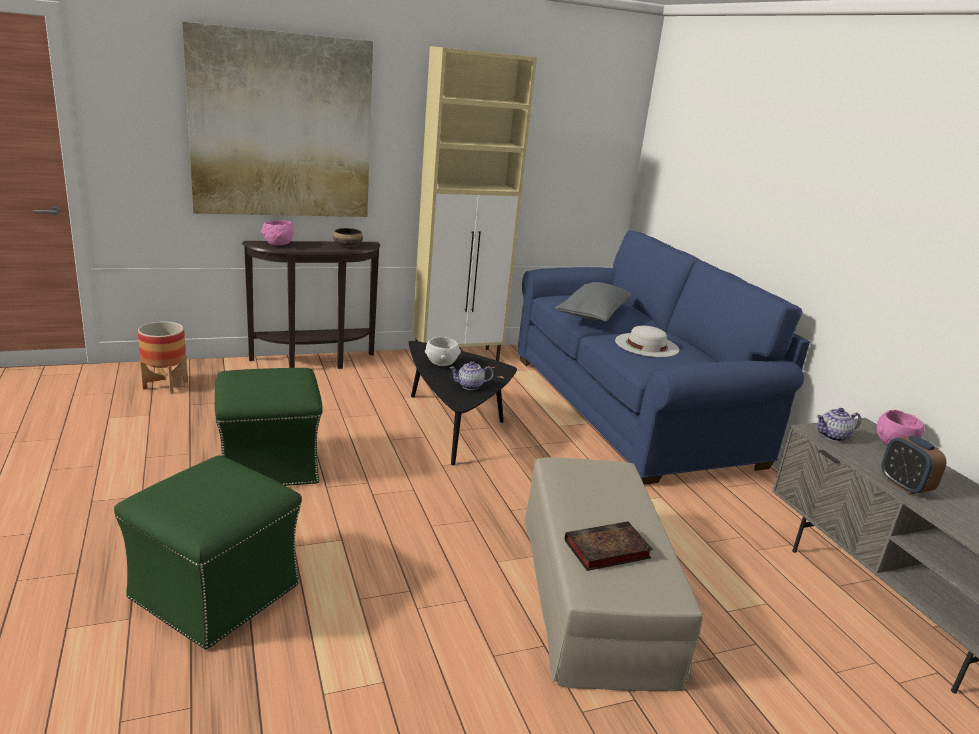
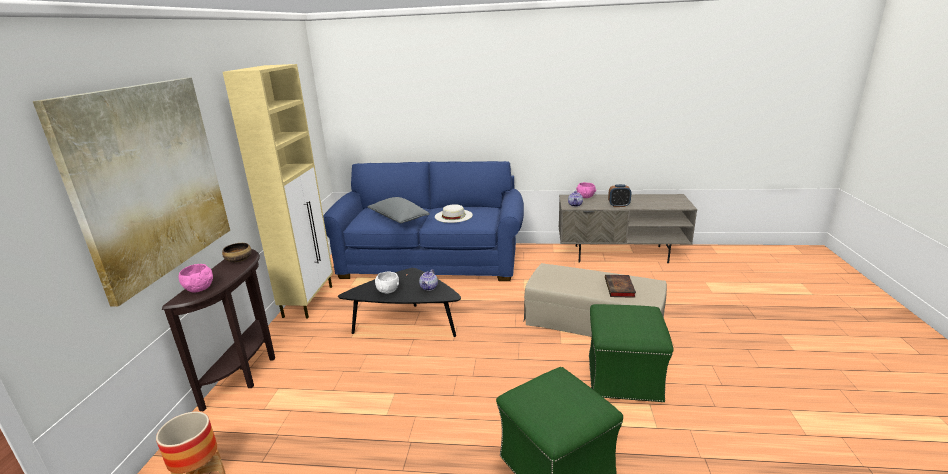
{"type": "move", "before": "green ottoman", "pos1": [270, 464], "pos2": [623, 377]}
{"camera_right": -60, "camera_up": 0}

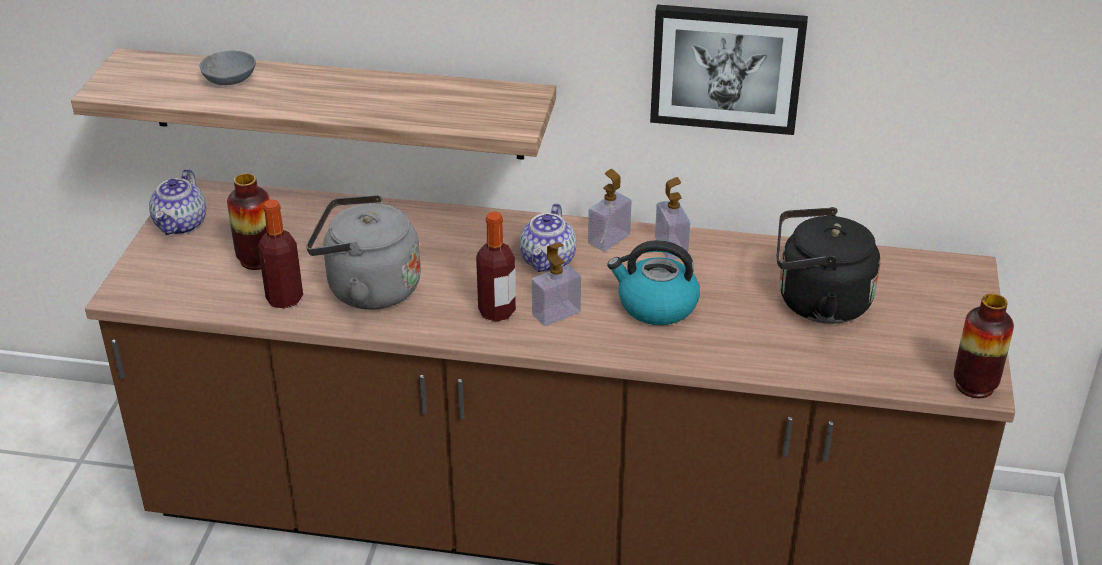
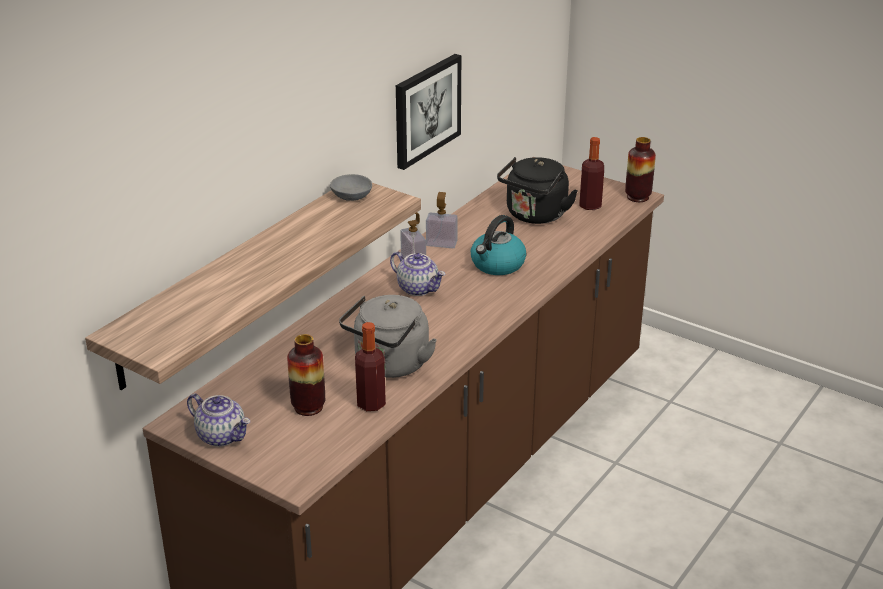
{"type": "move", "before": "grey bowl", "pos1": [230, 80], "pos2": [353, 196]}
{"type": "move", "before": "bottle", "pos1": [497, 311], "pos2": [590, 205]}
{"type": "delete", "before": "soap dispenser", "pos1": [556, 313]}
{"camera_right": -65, "camera_up": -5}

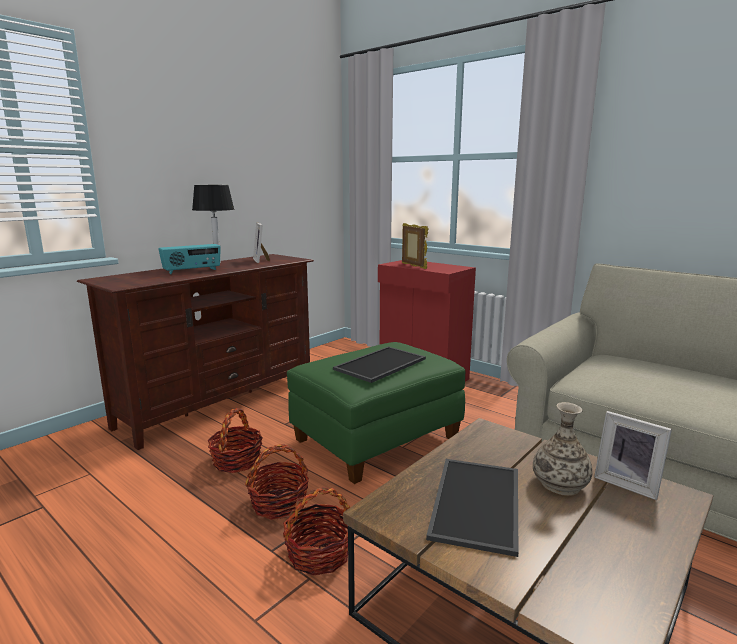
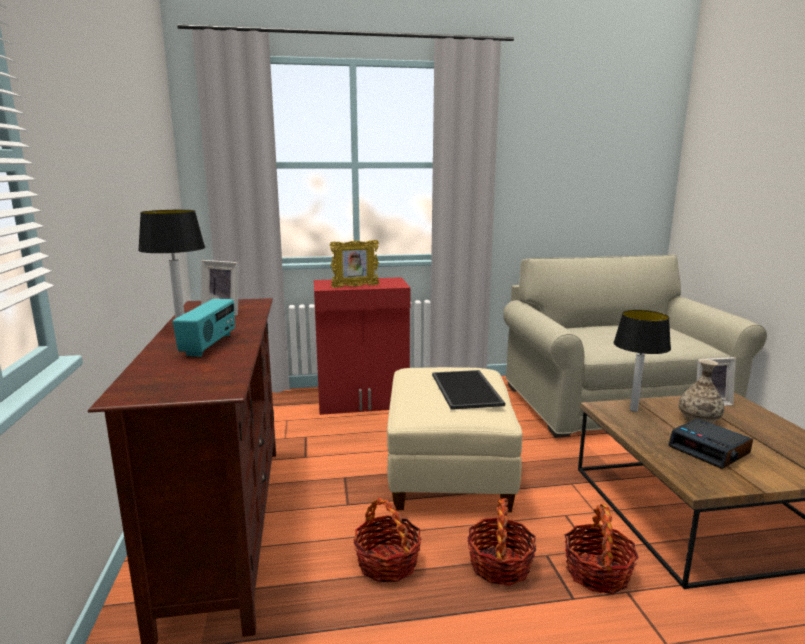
{"type": "rotate", "before": "picture frame", "pos1": [413, 266], "pos2": [355, 286], "turn": 150}
{"type": "recolor", "before": "green ottoman", "after": "beige ottoman", "pos1": [377, 441], "pos2": [449, 472]}
{"type": "replace", "before": "tray", "after": "alarm clock", "pos1": [478, 504], "pos2": [709, 450]}
{"type": "insert", "after": "table lamp", "pos2": [633, 409]}
{"camera_right": -50, "camera_up": 0}

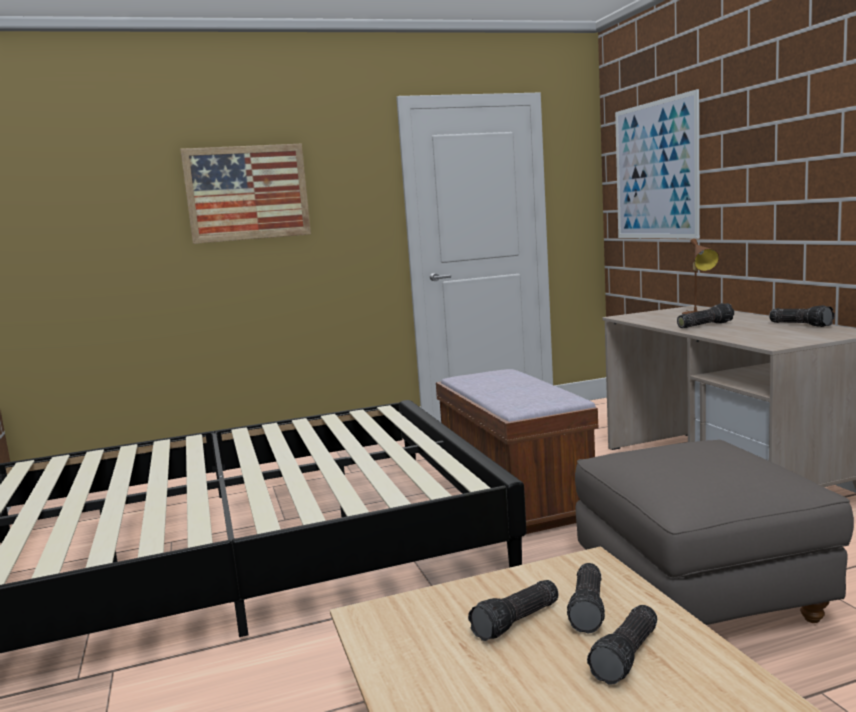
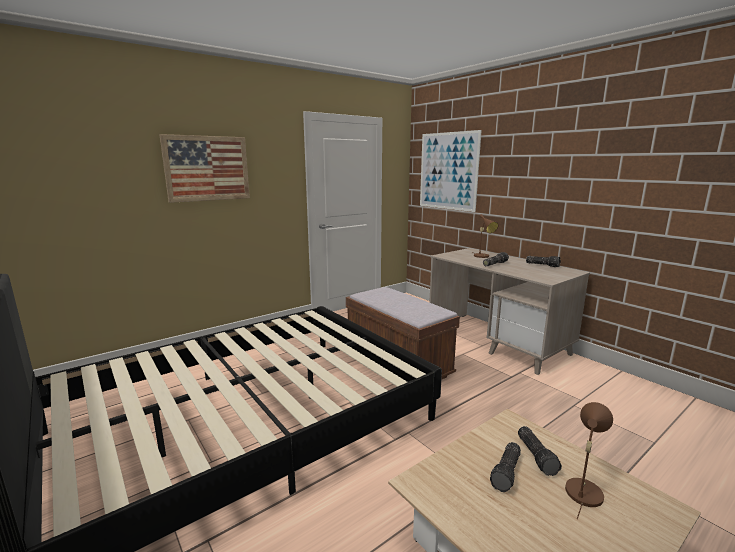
{"type": "delete", "before": "grey ottoman", "pos1": [700, 595]}
{"type": "replace", "before": "flashlight", "after": "brown table lamp", "pos1": [628, 656], "pos2": [583, 489]}
{"camera_right": -20, "camera_up": 5}

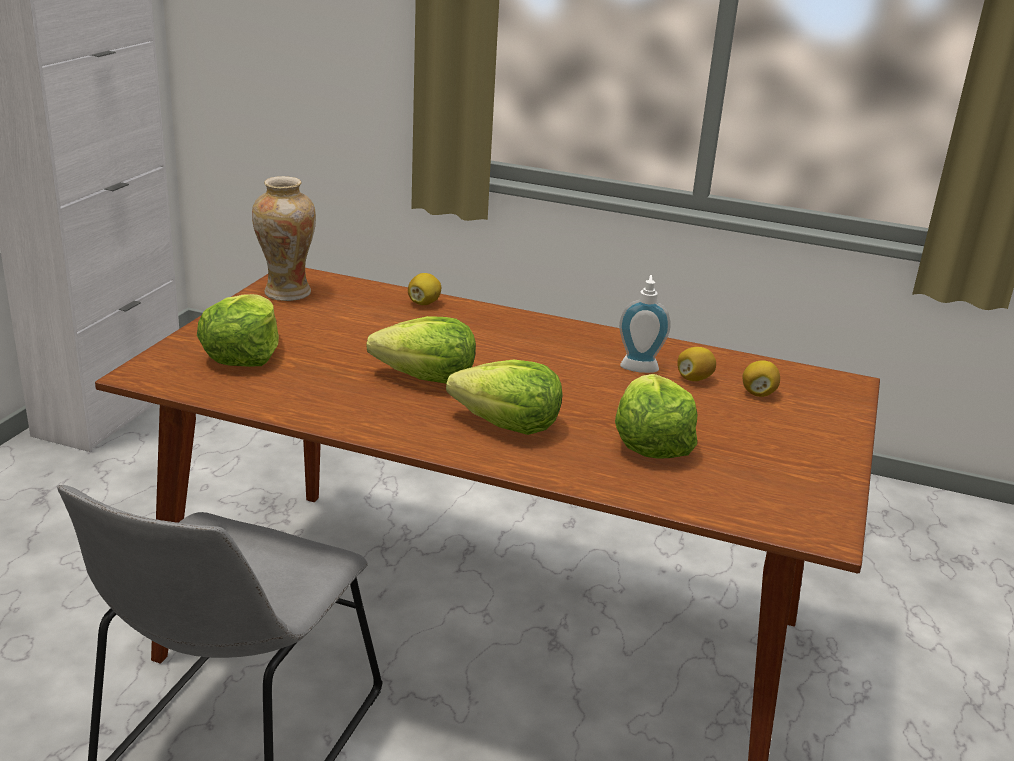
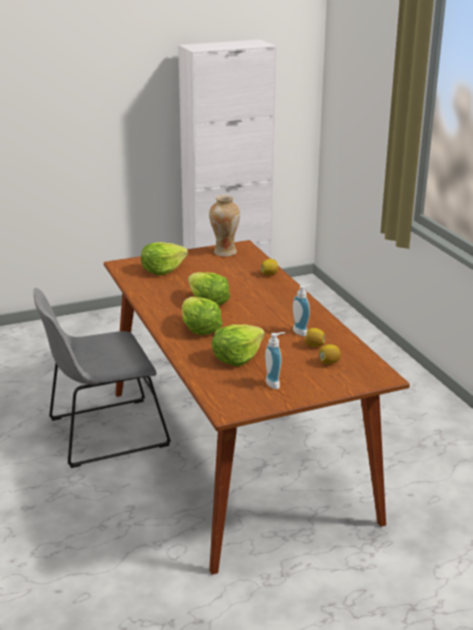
{"type": "insert", "after": "soap dispenser", "pos2": [275, 383]}
{"camera_right": 50, "camera_up": 0}

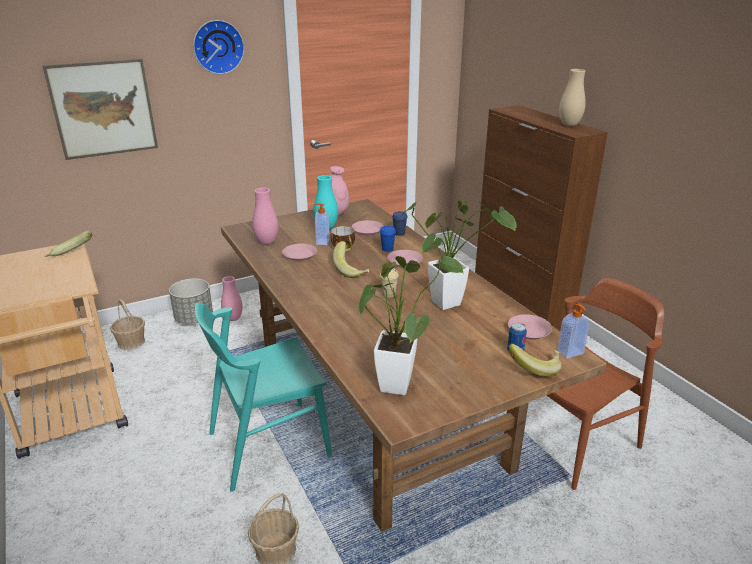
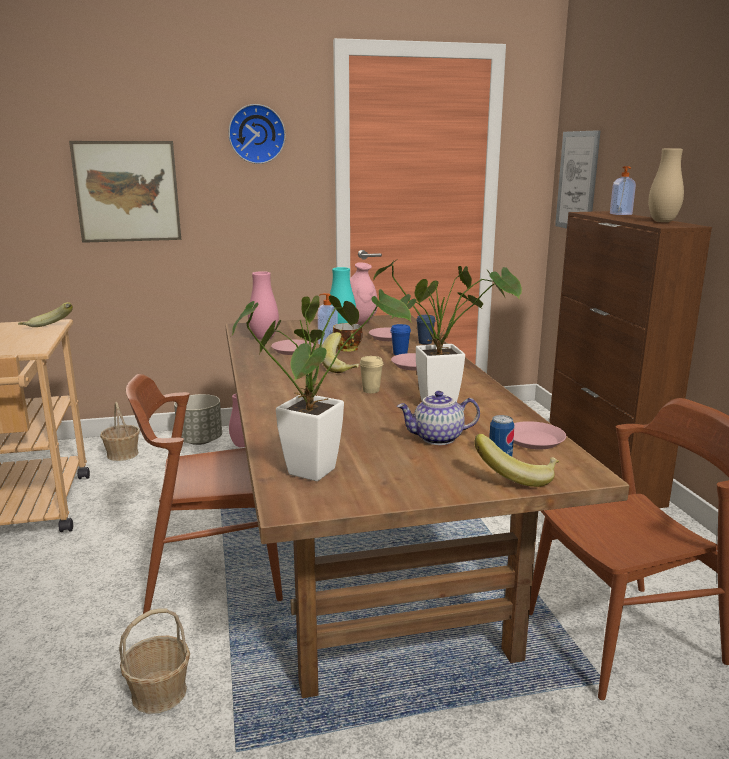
{"type": "recolor", "before": "turquoise chair", "after": "brown chair", "pos1": [268, 444], "pos2": [213, 575]}
{"type": "move", "before": "soap dispenser", "pos1": [571, 352], "pos2": [621, 214]}
{"type": "insert", "after": "picture", "pos2": [577, 181]}
{"type": "insert", "after": "teapot", "pos2": [437, 439]}
{"camera_right": 15, "camera_up": -10}

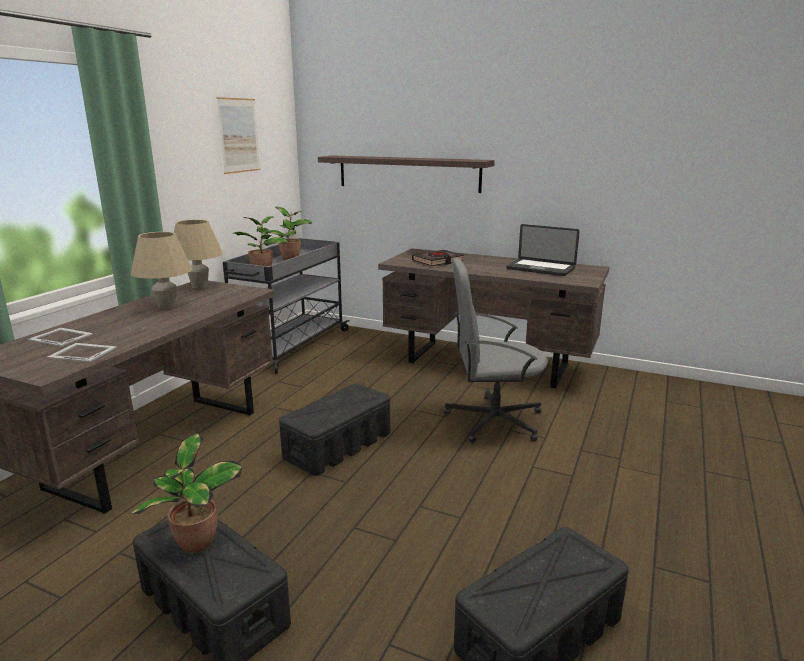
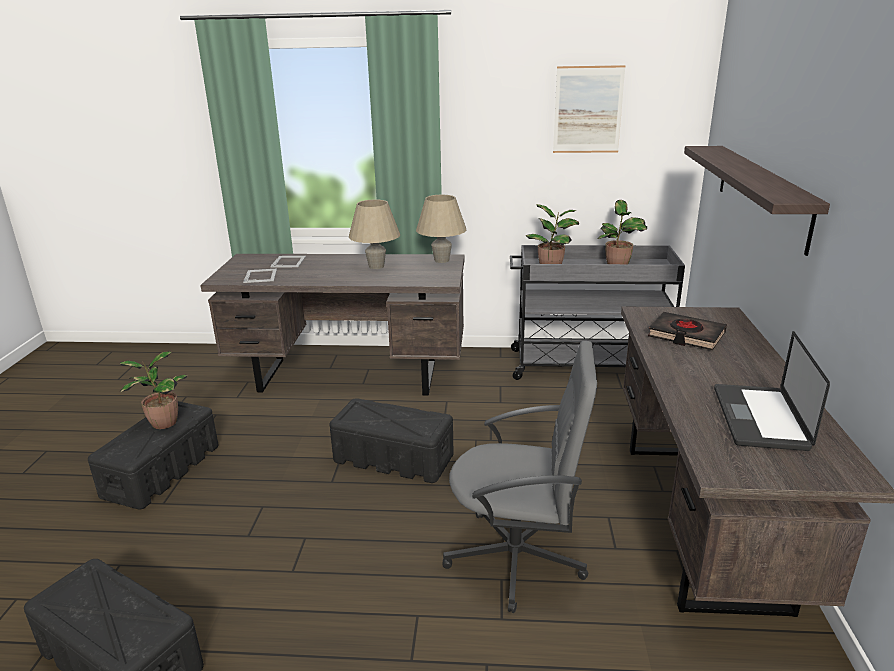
{"type": "rotate", "before": "grey office chair", "pos1": [492, 420], "pos2": [517, 557], "turn": 120}
{"camera_right": 70, "camera_up": 5}

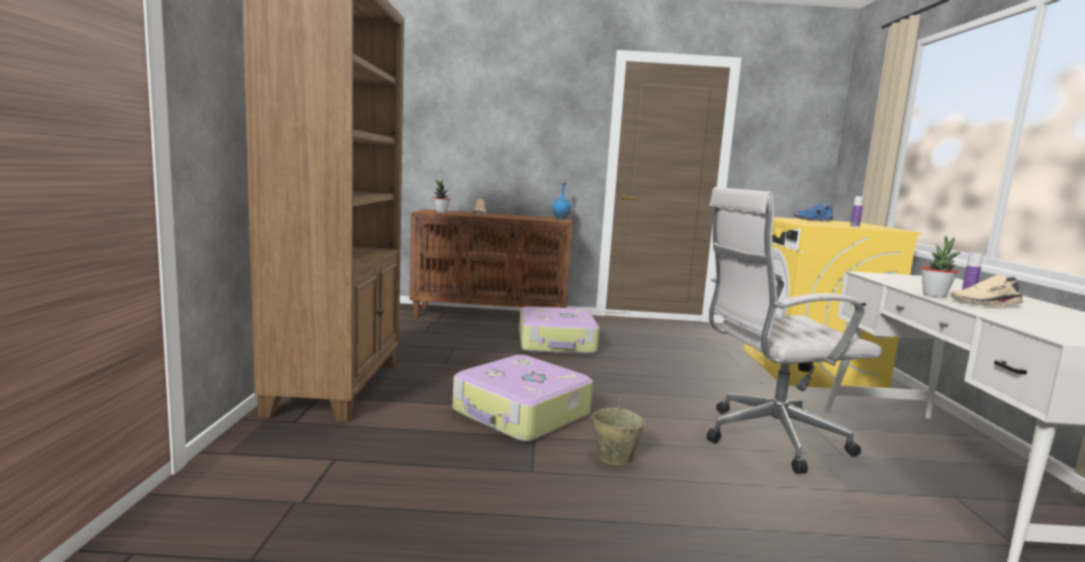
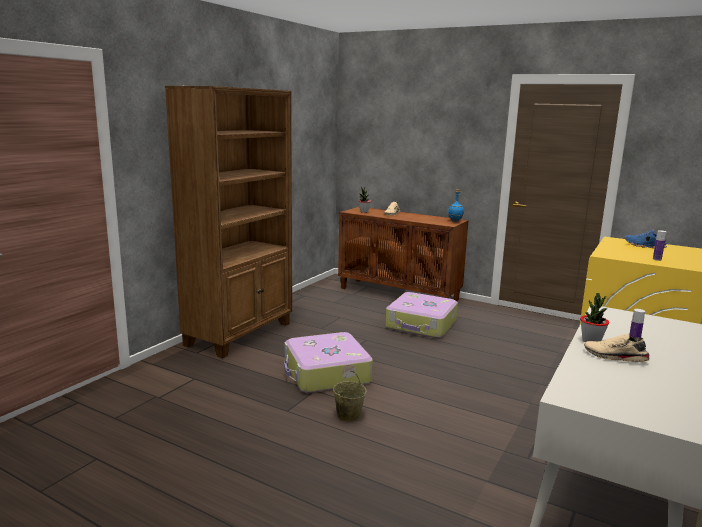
{"type": "delete", "before": "white office chair", "pos1": [767, 439]}
{"camera_right": 30, "camera_up": 5}

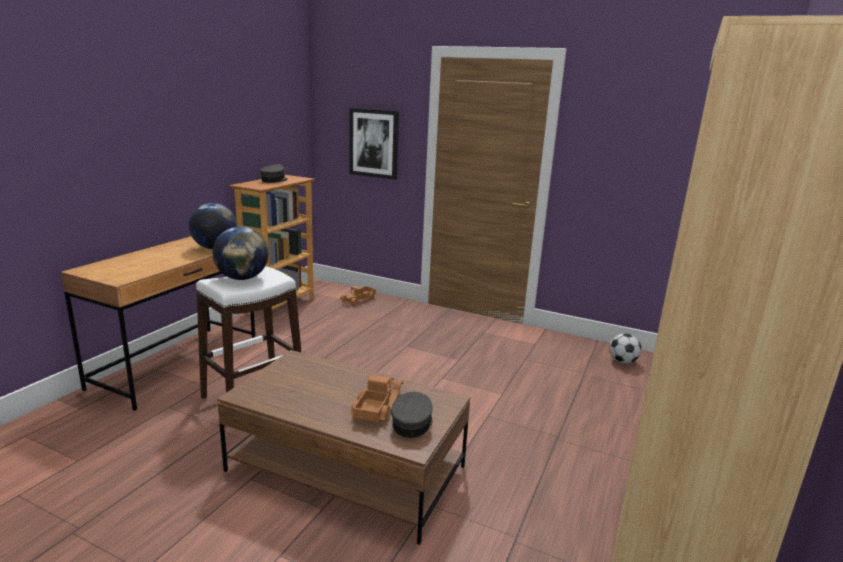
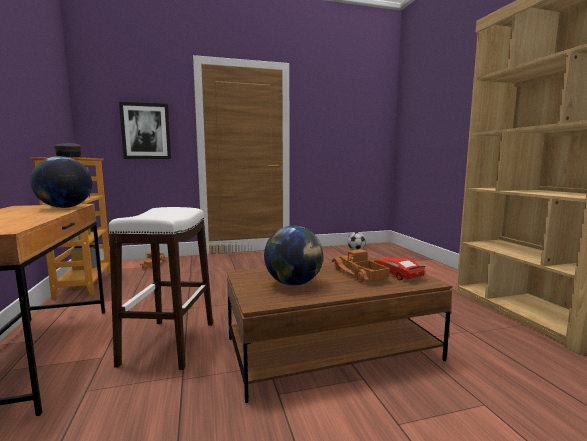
{"type": "move", "before": "globe", "pos1": [242, 278], "pos2": [293, 283]}
{"type": "replace", "before": "grey cap", "after": "red toy car", "pos1": [412, 423], "pos2": [397, 274]}
{"camera_right": -40, "camera_up": -10}

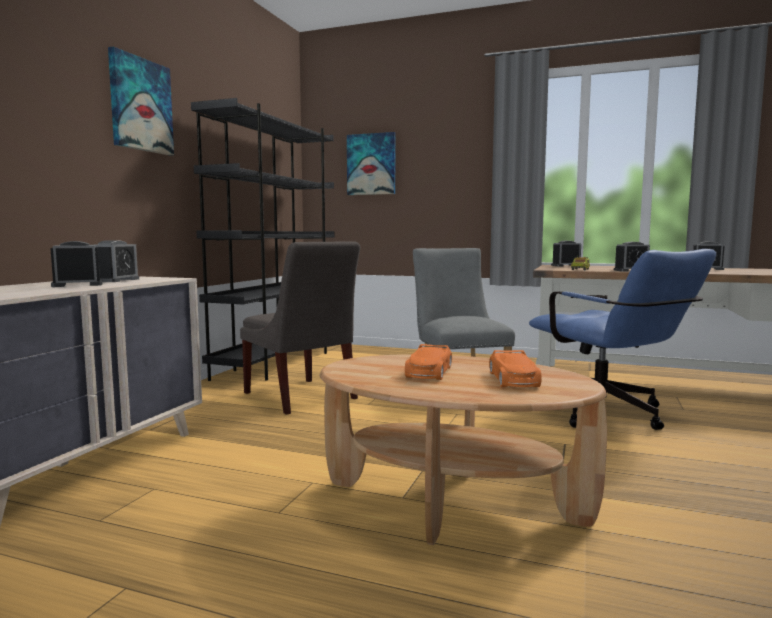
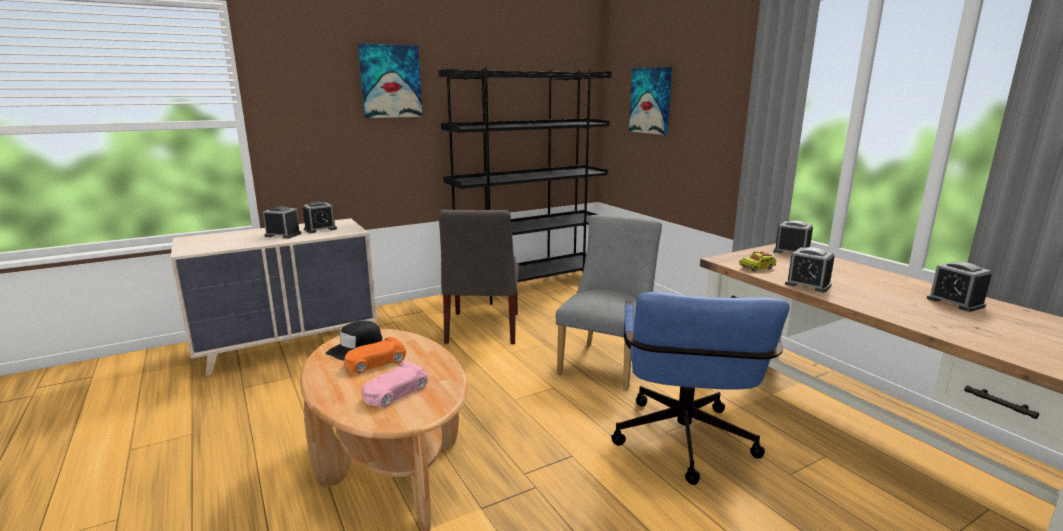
{"type": "recolor", "before": "orange toy car", "after": "pink toy car", "pos1": [513, 380], "pos2": [394, 393]}
{"type": "insert", "after": "black cap", "pos2": [356, 347]}
{"camera_right": 40, "camera_up": 10}

